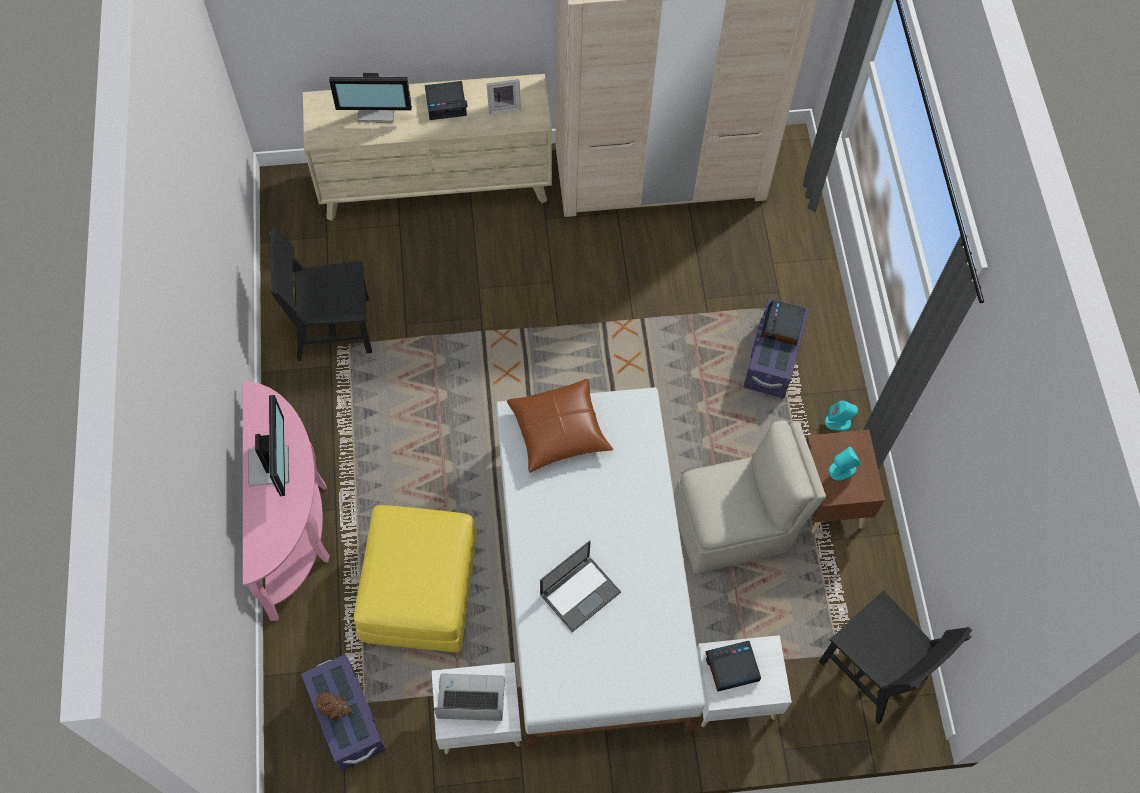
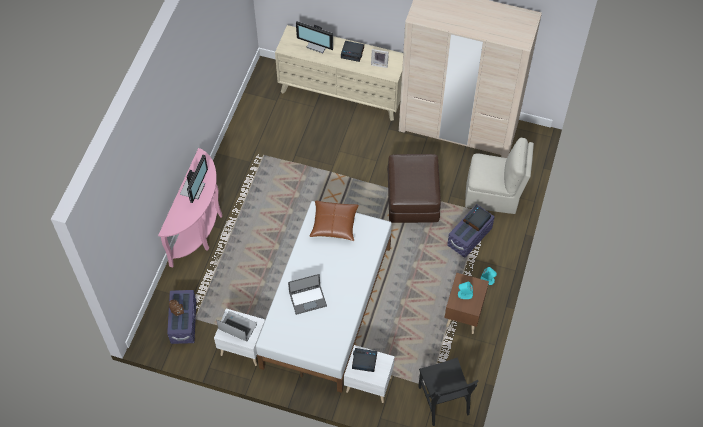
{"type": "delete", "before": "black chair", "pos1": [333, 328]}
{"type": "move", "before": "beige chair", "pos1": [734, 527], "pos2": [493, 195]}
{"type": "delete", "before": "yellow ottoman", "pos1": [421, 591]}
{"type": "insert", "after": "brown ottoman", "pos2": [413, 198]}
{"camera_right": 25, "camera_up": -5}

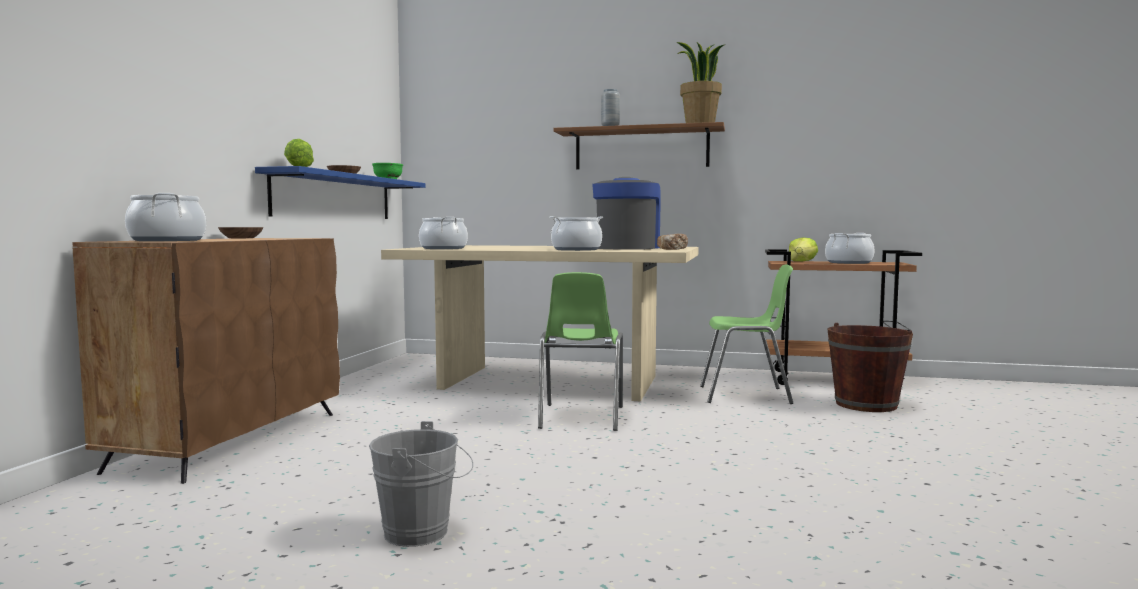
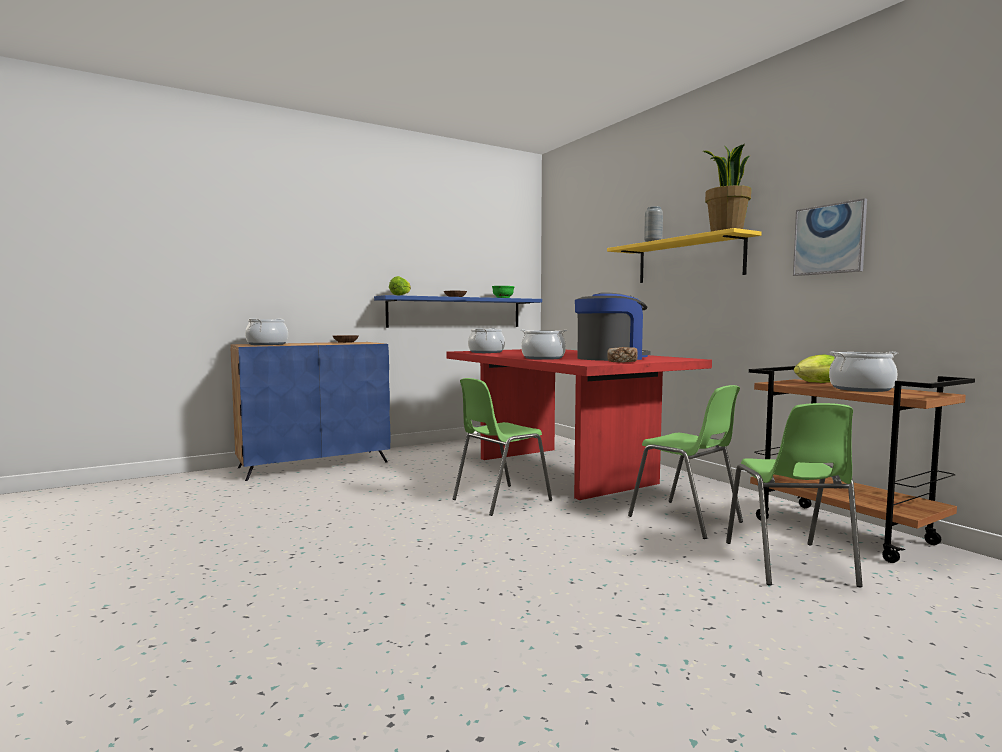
{"type": "recolor", "before": "brown shelf", "after": "yellow shelf", "pos1": [641, 149], "pos2": [689, 260]}
{"type": "recolor", "before": "brown cabinet", "after": "blue cabinet", "pos1": [231, 440], "pos2": [315, 464]}
{"type": "recolor", "before": "beige dining table", "after": "red dining table", "pos1": [551, 382], "pos2": [564, 470]}
{"type": "replace", "before": "brown bucket", "after": "green chair", "pos1": [866, 404], "pos2": [789, 564]}
{"type": "delete", "before": "grey bucket", "pos1": [423, 533]}
{"type": "insert", "after": "picture", "pos2": [829, 239]}
{"camera_right": 45, "camera_up": 0}

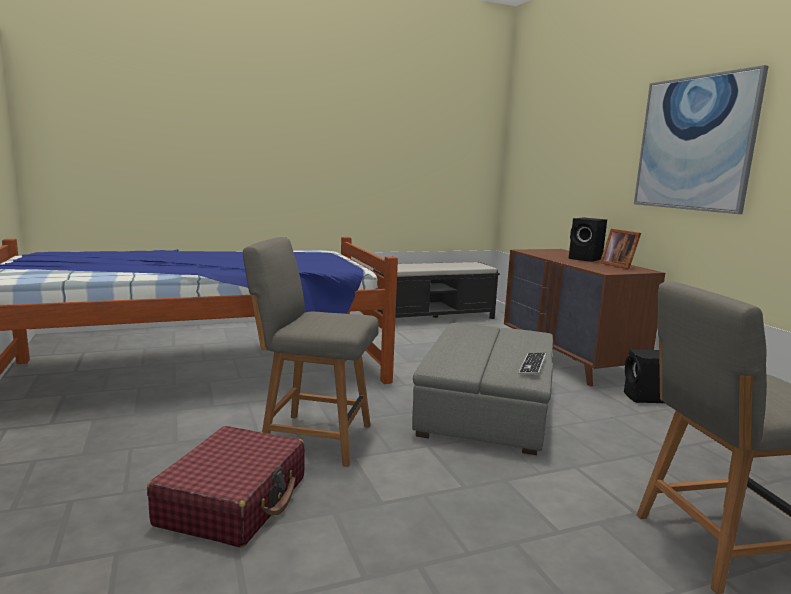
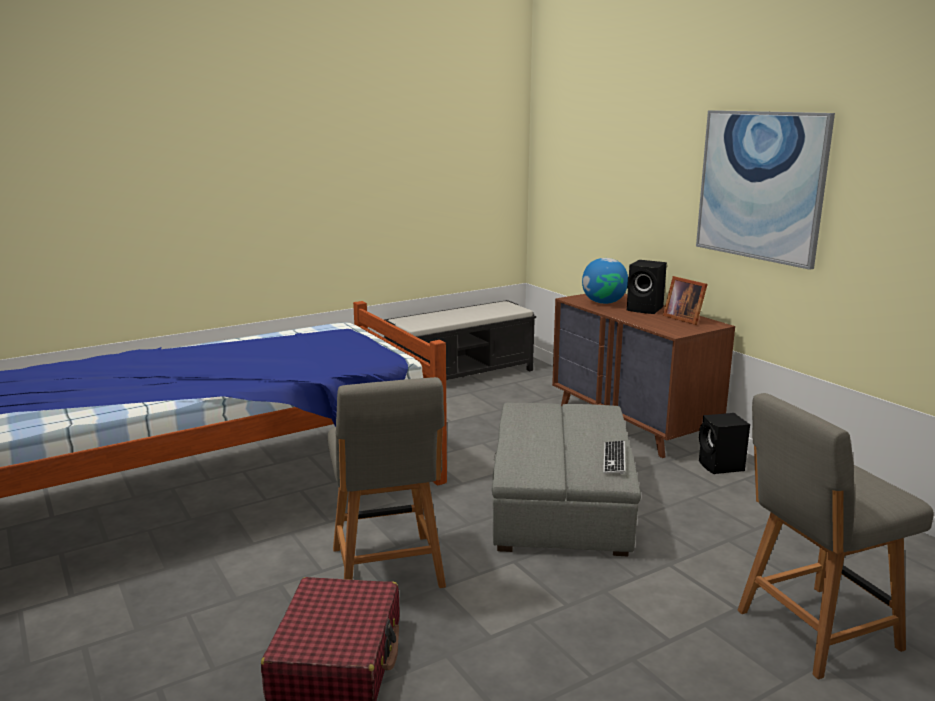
{"type": "rotate", "before": "grey chair", "pos1": [313, 438], "pos2": [388, 570], "turn": -105}
{"type": "insert", "after": "globe", "pos2": [604, 302]}
{"camera_right": -10, "camera_up": 5}

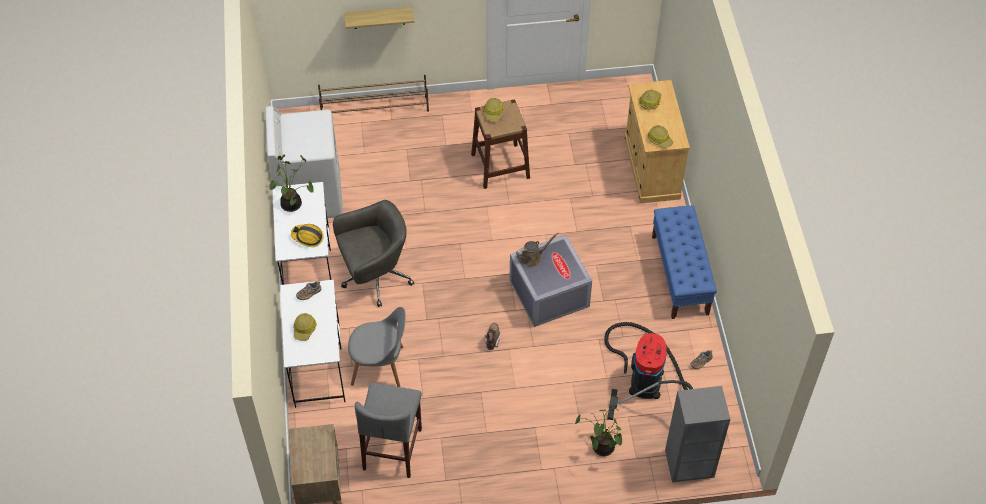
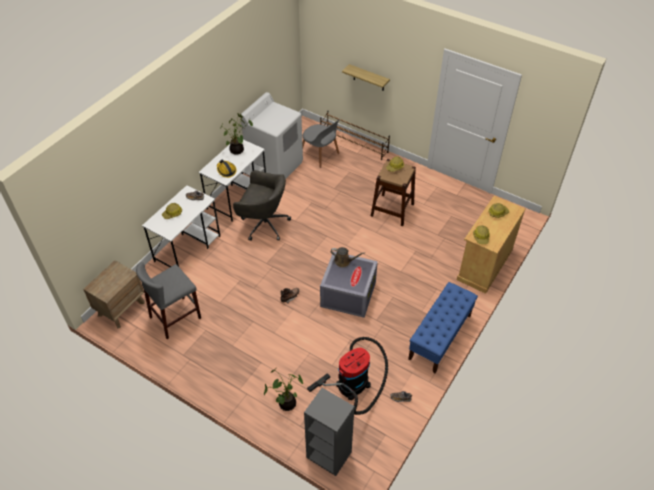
{"type": "move", "before": "grey chair", "pos1": [380, 366], "pos2": [320, 155]}
{"camera_right": 40, "camera_up": -5}

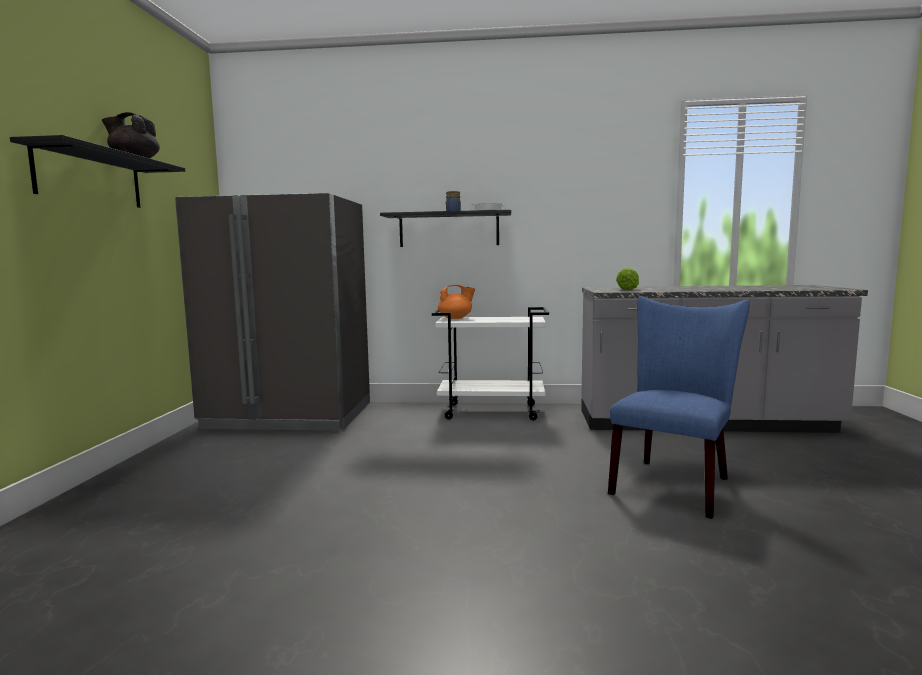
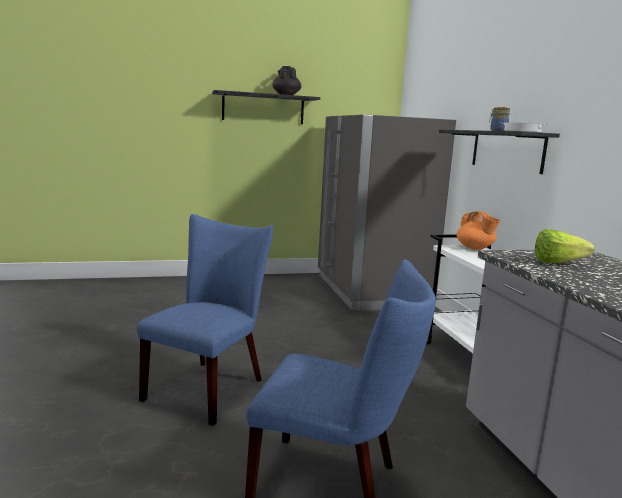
{"type": "insert", "after": "blue chair", "pos2": [210, 386]}
{"camera_right": 70, "camera_up": 5}

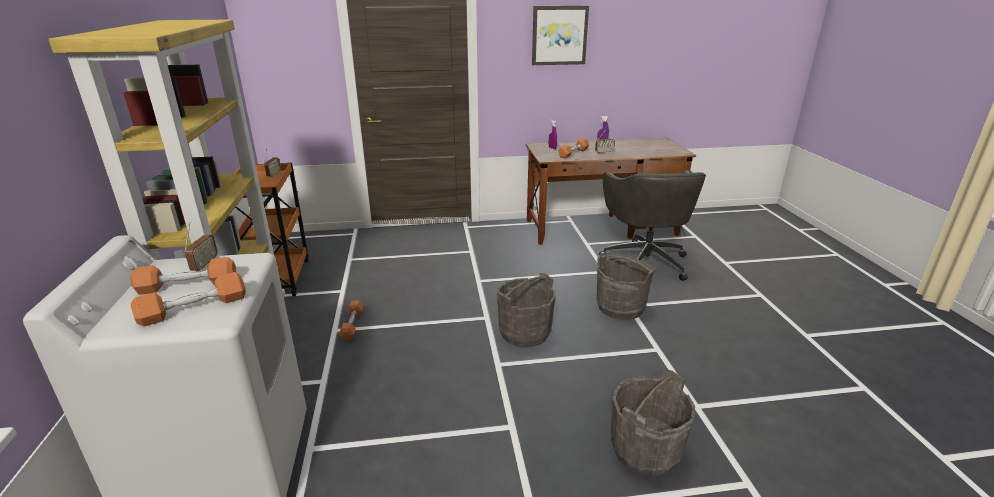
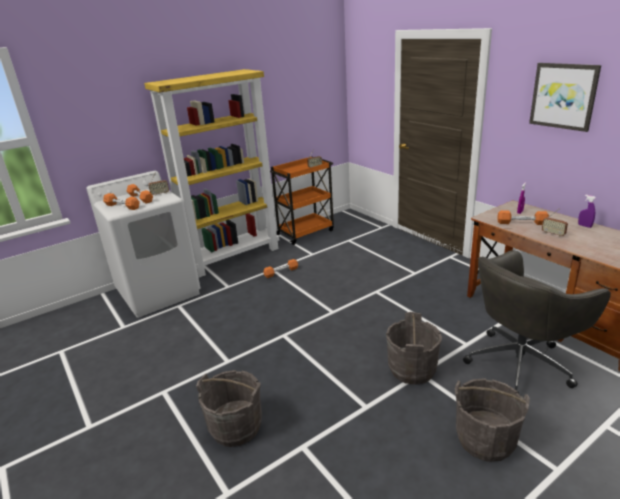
{"type": "move", "before": "grey bucket", "pos1": [524, 333], "pos2": [485, 439]}
{"camera_right": 65, "camera_up": 0}

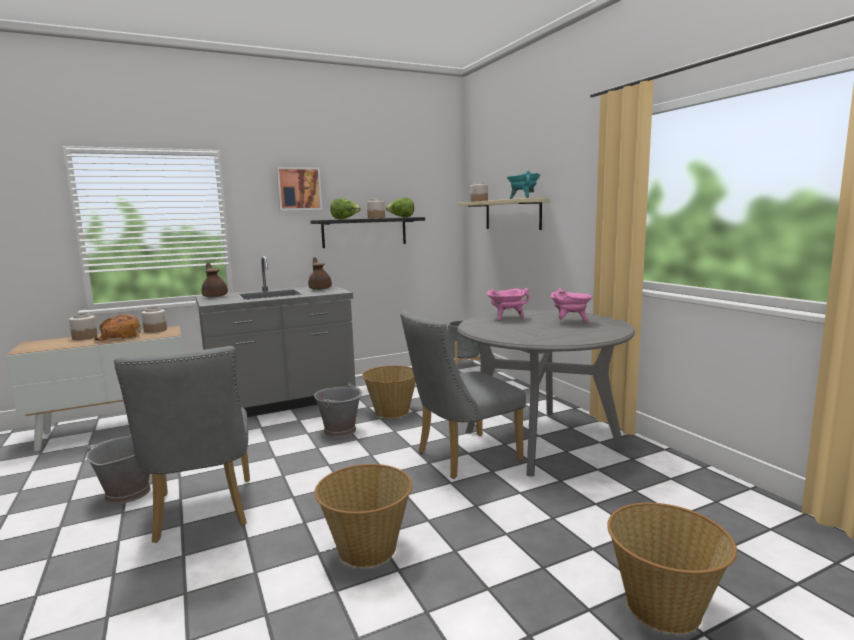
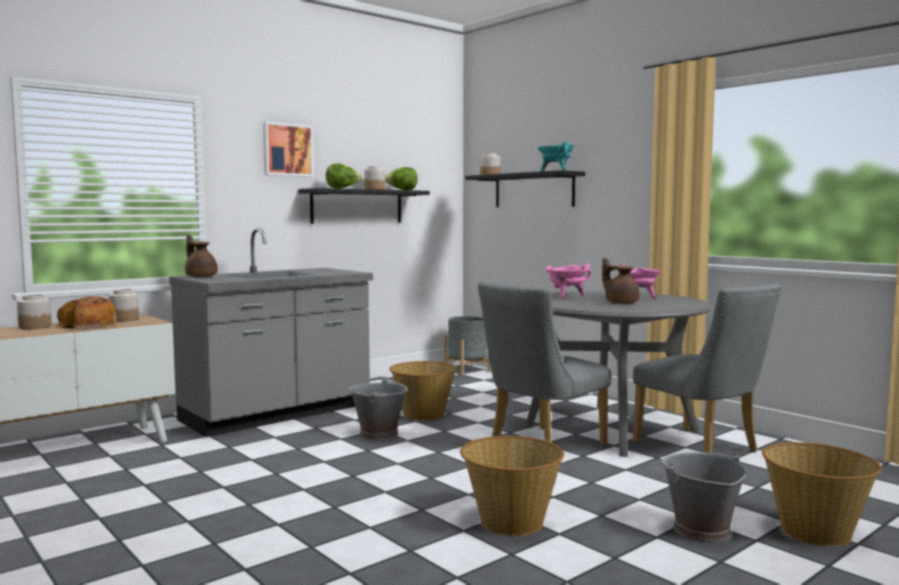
{"type": "recolor", "before": "beige shelf", "after": "black shelf", "pos1": [512, 214], "pos2": [533, 190]}
{"type": "move", "before": "brown teapot", "pos1": [320, 289], "pos2": [620, 303]}
{"type": "move", "before": "grey chair", "pos1": [203, 514], "pos2": [702, 449]}
{"type": "move", "before": "grey bucket", "pos1": [127, 493], "pos2": [701, 530]}
{"camera_right": -15, "camera_up": -5}

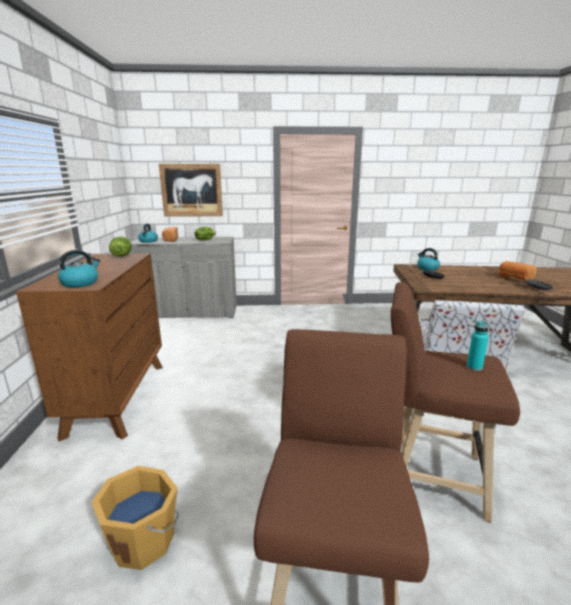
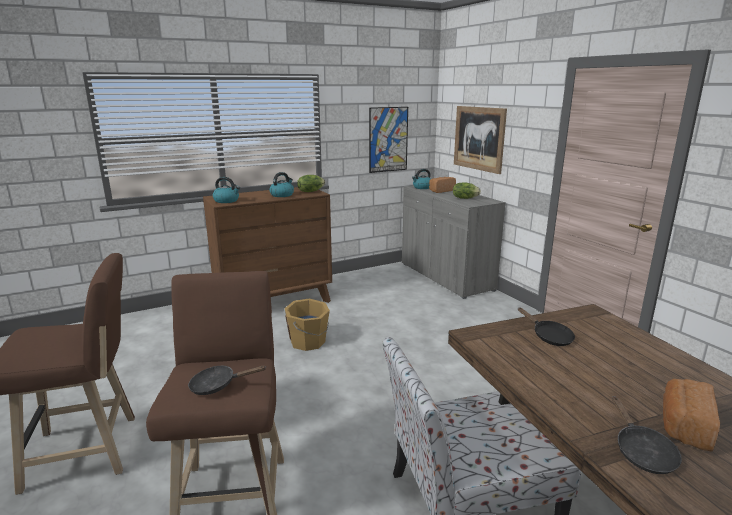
{"type": "move", "before": "kettle", "pos1": [427, 268], "pos2": [282, 195]}
{"type": "replace", "before": "turquoise bottle", "after": "black frying pan", "pos1": [474, 367], "pos2": [218, 385]}
{"type": "move", "before": "orange bucket", "pos1": [144, 540], "pos2": [308, 342]}
{"type": "insert", "after": "picture", "pos2": [388, 139]}
{"camera_right": 65, "camera_up": 0}

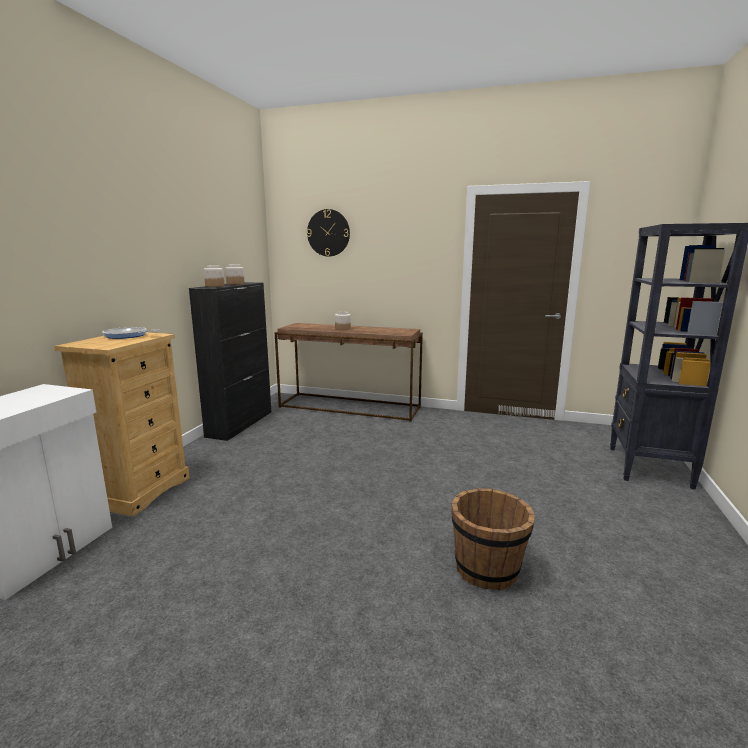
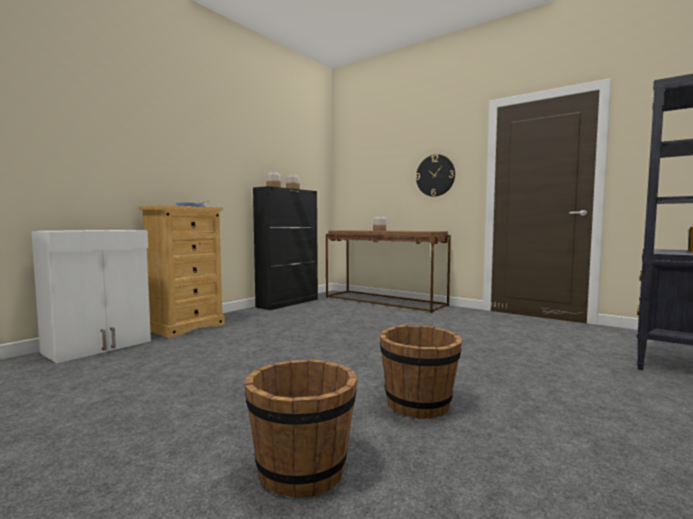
{"type": "move", "before": "wall clock", "pos1": [328, 233], "pos2": [435, 175]}
{"type": "insert", "after": "brown bucket", "pos2": [302, 469]}
{"camera_right": 20, "camera_up": -10}

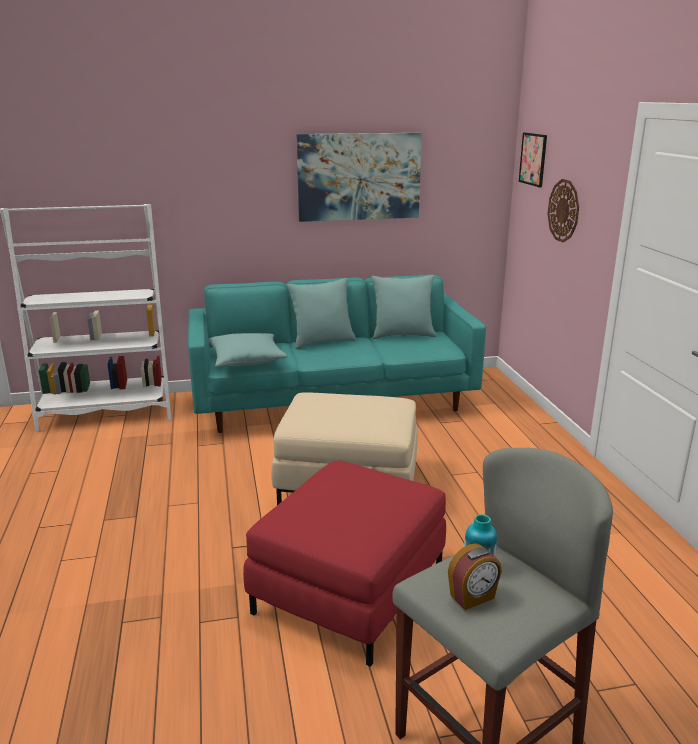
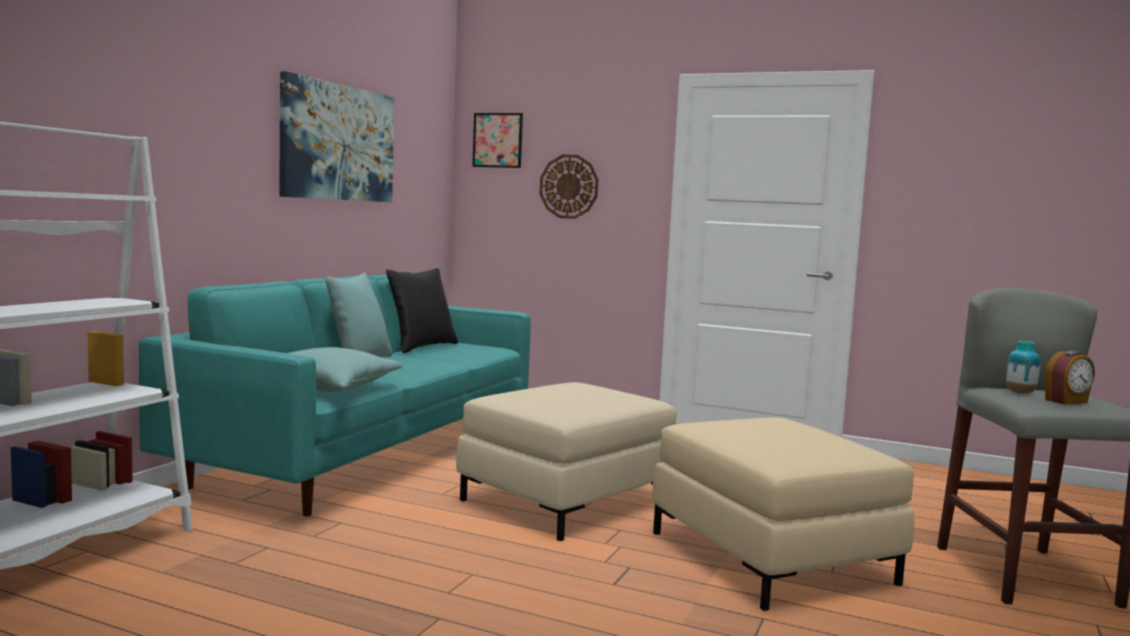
{"type": "recolor", "before": "turquoise pillow", "after": "black pillow", "pos1": [402, 335], "pos2": [422, 347]}
{"type": "recolor", "before": "red ottoman", "after": "beige ottoman", "pos1": [349, 590], "pos2": [770, 557]}
{"type": "rotate", "before": "alarm clock", "pos1": [473, 597], "pos2": [1067, 401], "turn": 60}
{"camera_right": -55, "camera_up": -15}

